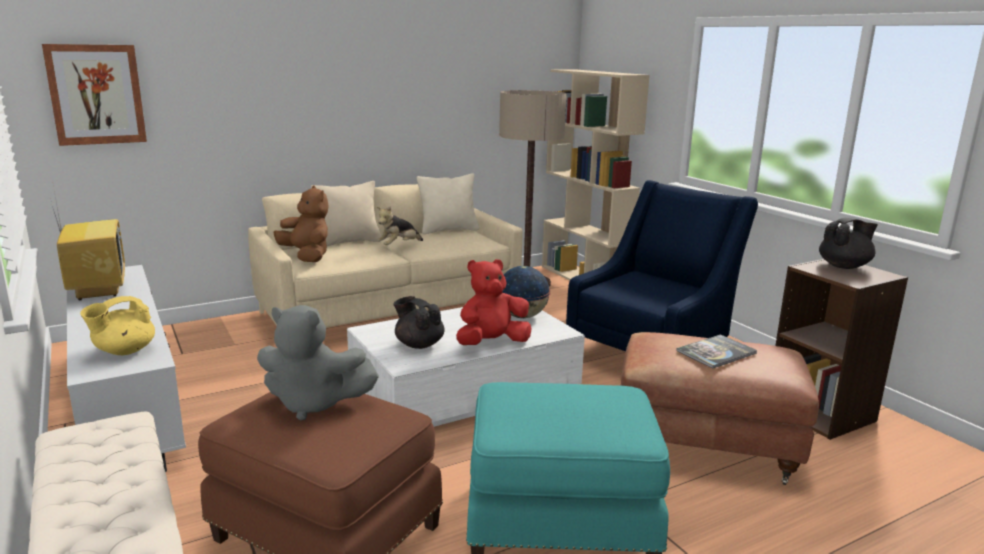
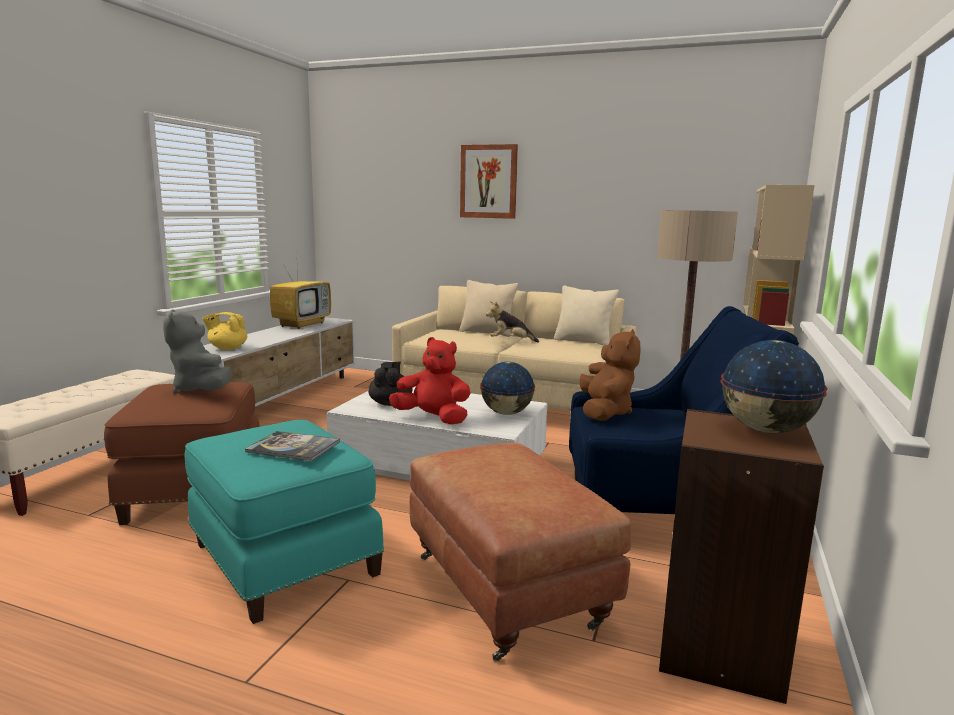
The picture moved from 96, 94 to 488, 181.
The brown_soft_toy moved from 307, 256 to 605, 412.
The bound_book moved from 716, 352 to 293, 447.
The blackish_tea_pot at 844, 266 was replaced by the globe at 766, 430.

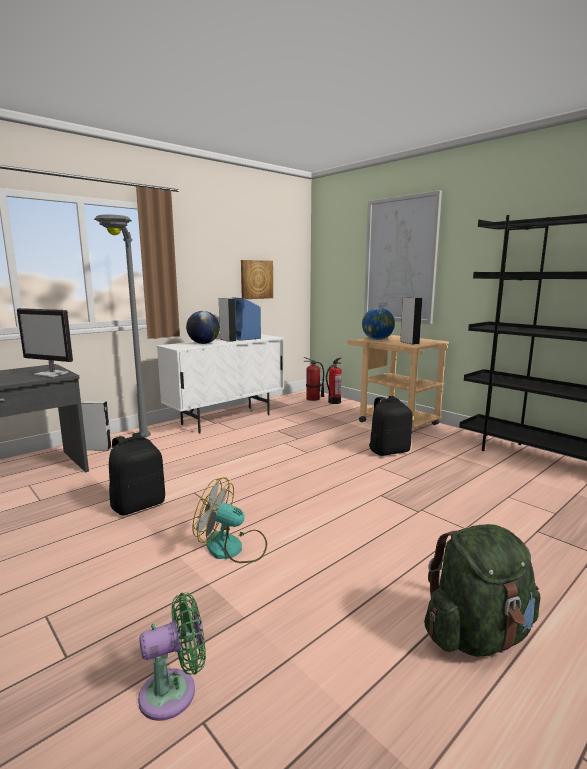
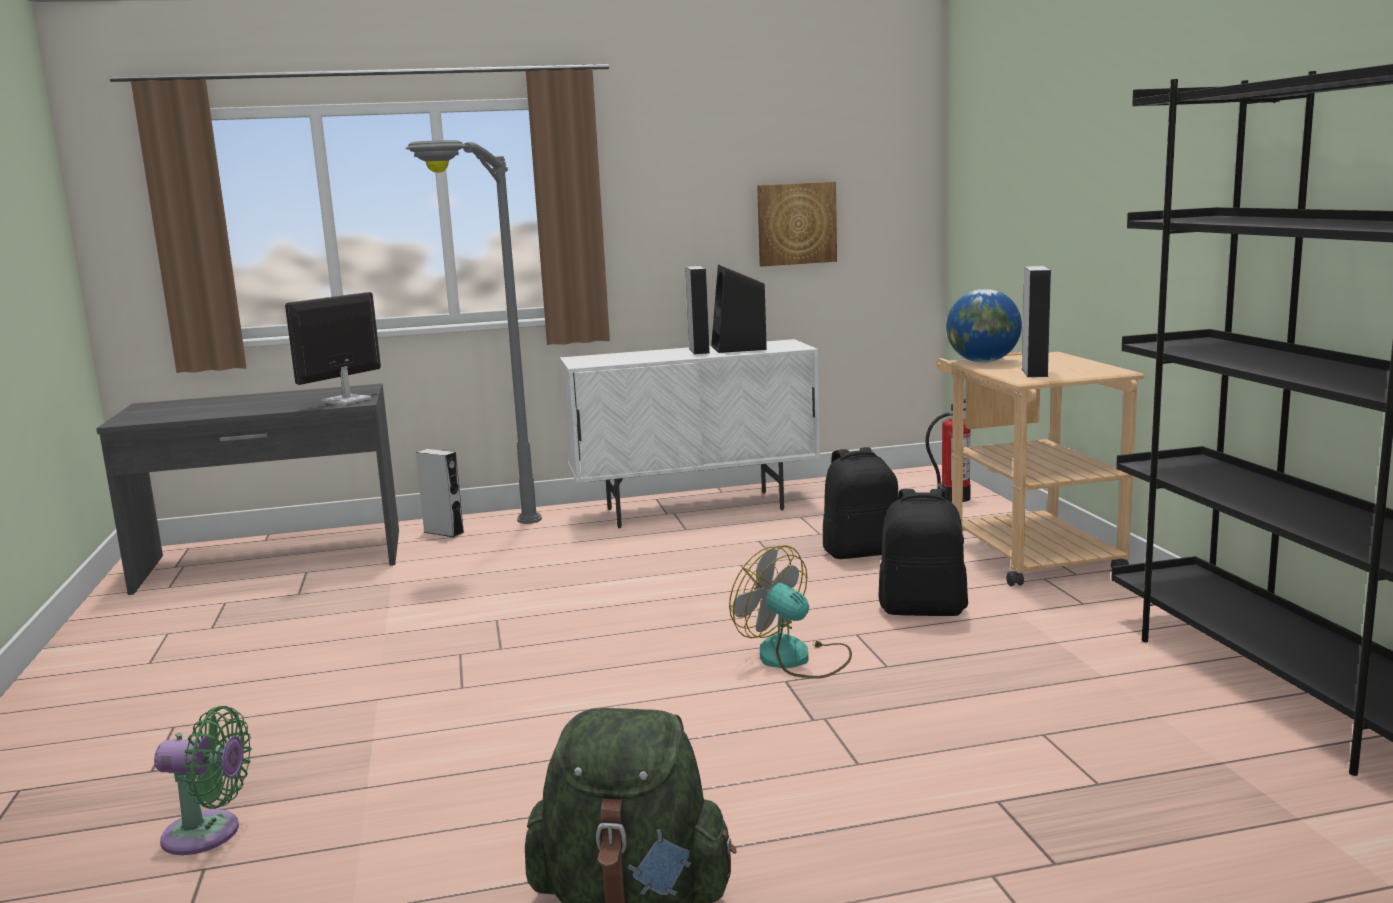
The computer_display at 52, 374 turned 75 degrees clockwise.
The blackish_rucksack moved from 139, 505 to 861, 552.
The globe at 203, 343 disappeared.
The cooling_fan moved from 233, 548 to 796, 658.
The blue_audio_speaker at 245, 338 became the blackish_audio_speaker at 739, 348.
The fire-fighting_cylinder at 313, 399 disappeared.
The picture at 400, 260 disappeared.

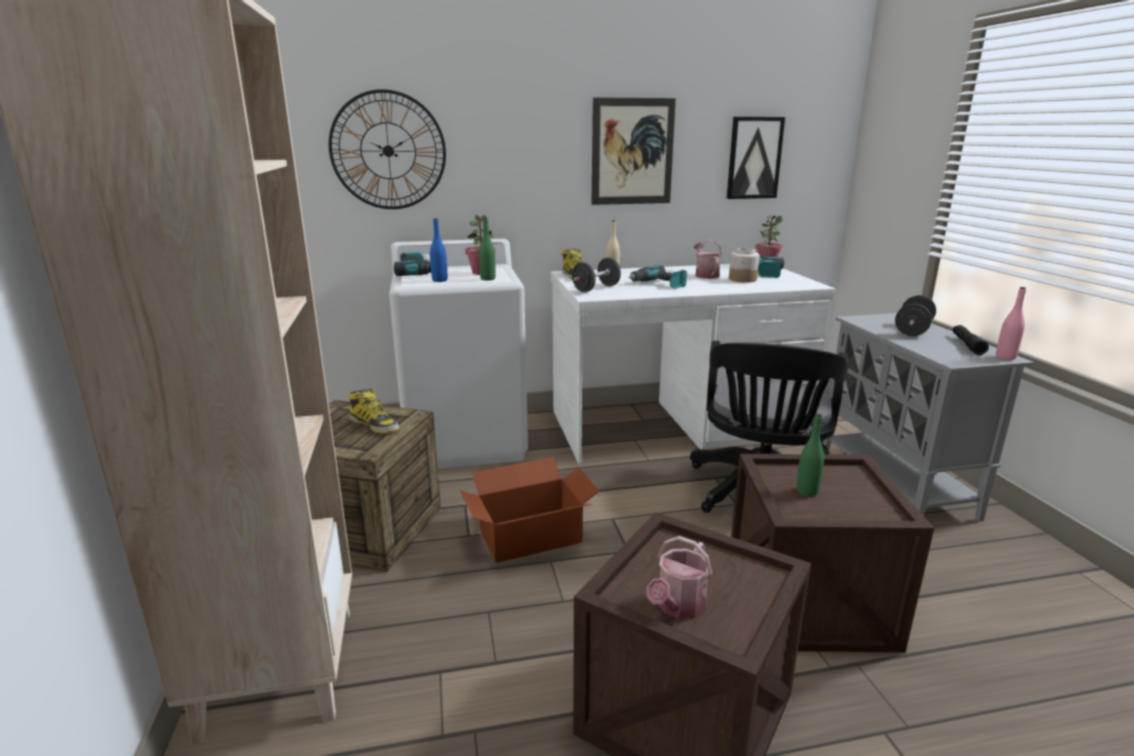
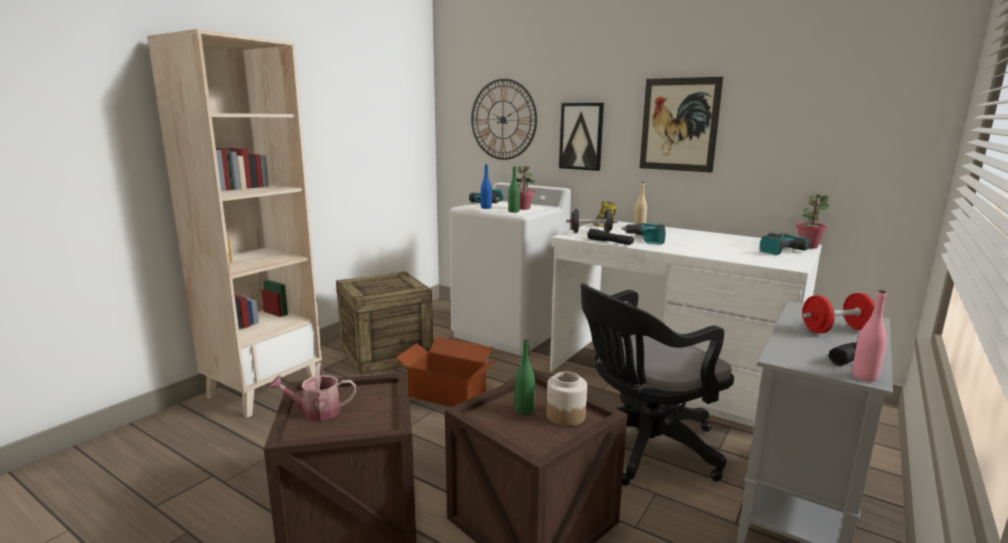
The boot at 374, 425 disappeared.
The watering_can at 705, 275 disappeared.
The picture moved from 754, 158 to 581, 136.
The storage_jar moved from 742, 279 to 565, 415.
The blackish_dumbbell at 913, 330 became the reddish_dumbbell at 835, 330.
The blackish_hand_torch at 610, 242 appeared.

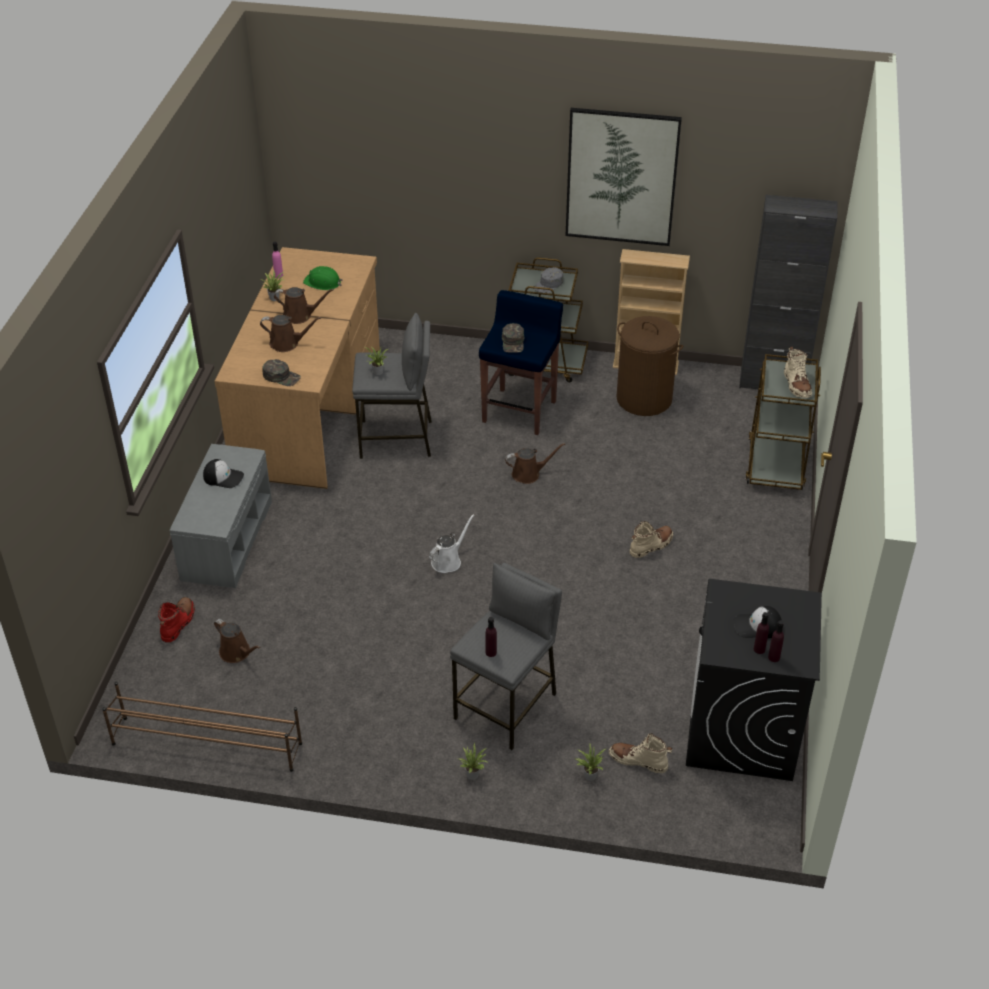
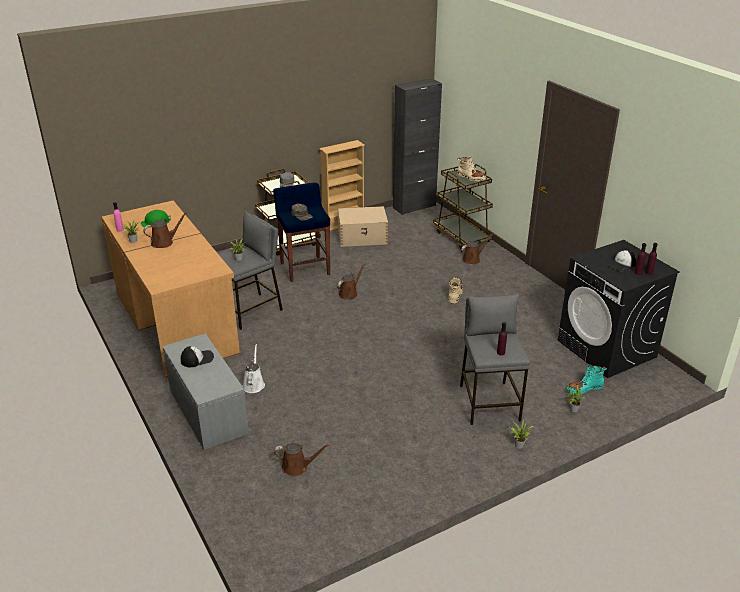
The brown_shoe_shelf at 206, 743 disappeared.
The reddish_boot at 178, 623 disappeared.
The brown_watering_can moved from 287, 343 to 472, 259.
The greenish_baseball_cap at 281, 376 disappeared.
The white_watering_can moved from 448, 561 to 254, 384.
The picture at 621, 177 disappeared.
The beige_boot at 638, 761 became the turquoise-coloured_boot at 584, 389.
The brown_laundry_basket at 644, 399 was replaced by the beige_storage_bin at 363, 237.

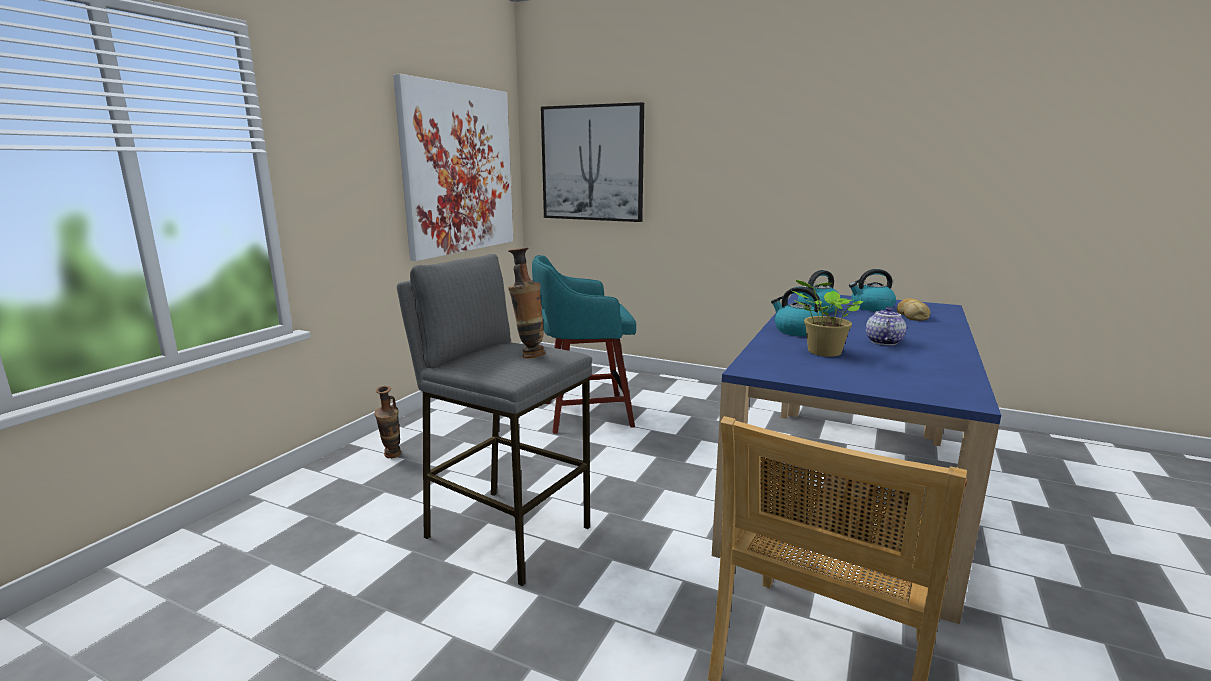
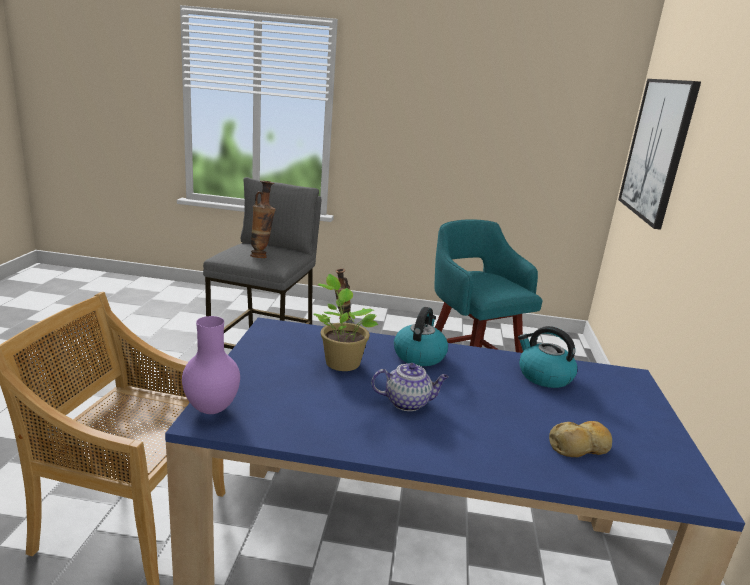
The picture at 459, 170 disappeared.
The tea_kettle at 871, 307 disappeared.
The purple_decorative_vase at 213, 409 appeared.

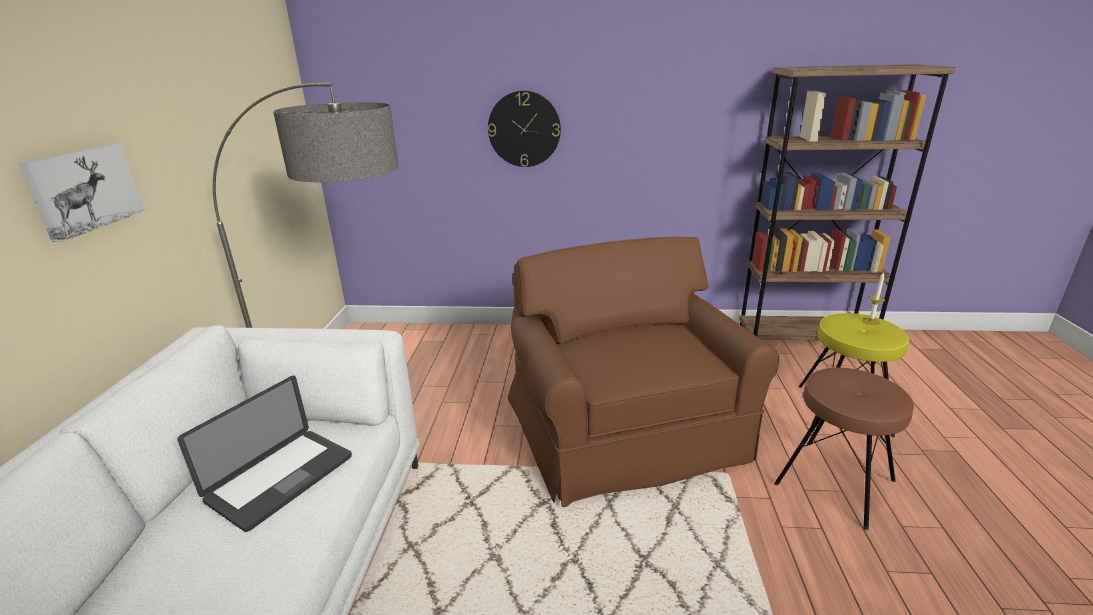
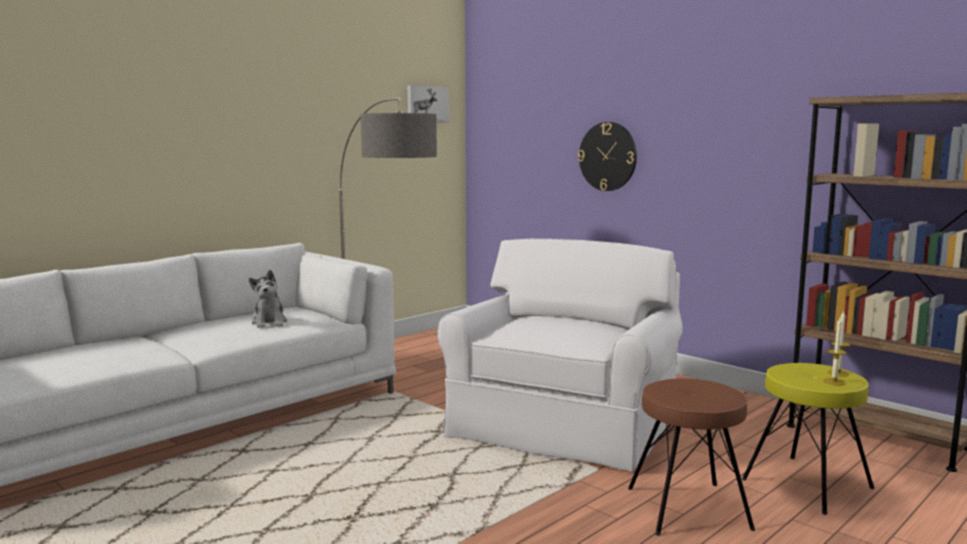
The picture moved from 83, 189 to 427, 104.
The laptop at 281, 479 was replaced by the soft_toy at 269, 322.
The brown_armchair at 624, 428 became the white_armchair at 564, 424.
The wax_candle at 834, 382 appeared.

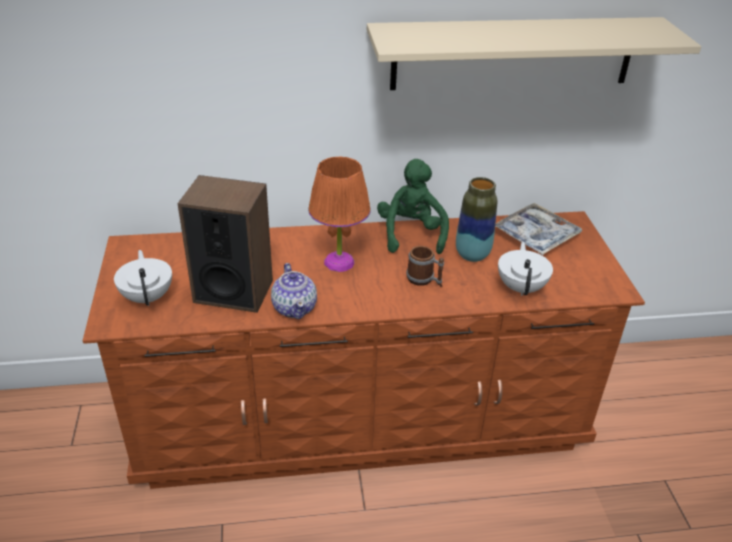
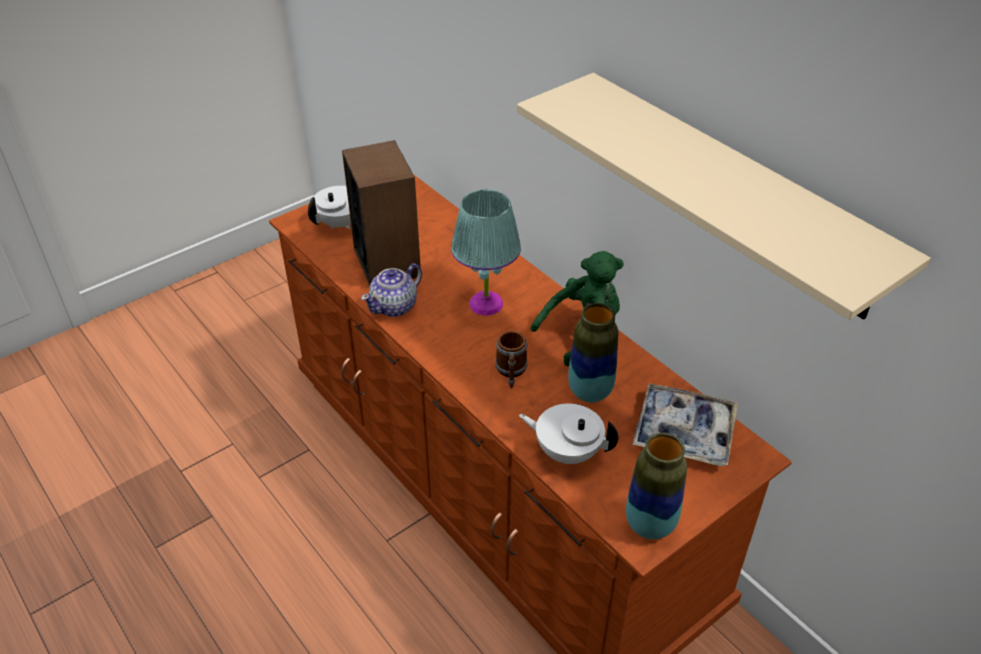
The orange-coloured_lamp_for_a_table at 339, 262 became the turquoise-coloured_lamp_for_a_table at 486, 304.
The white_tea_pot at 521, 287 turned 135 degrees counterclockwise.
The decorative_vase at 650, 524 appeared.

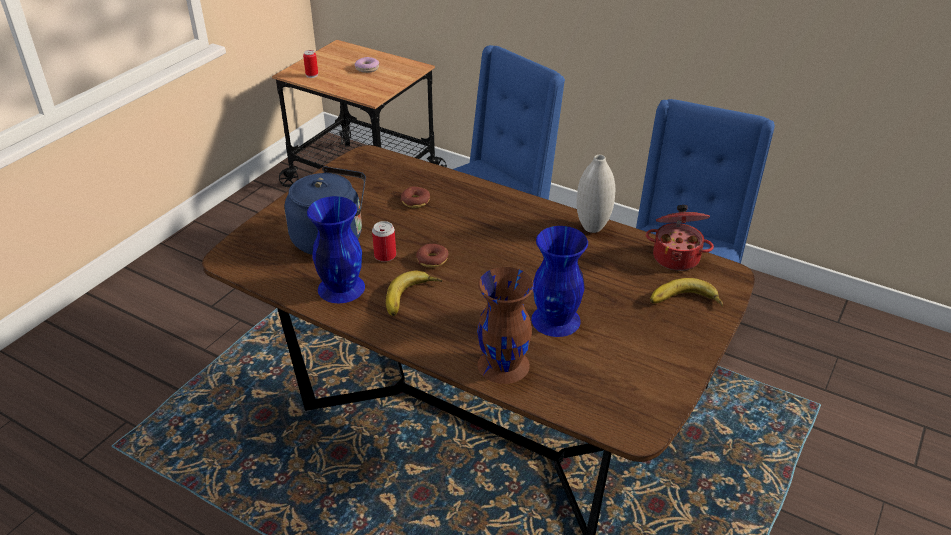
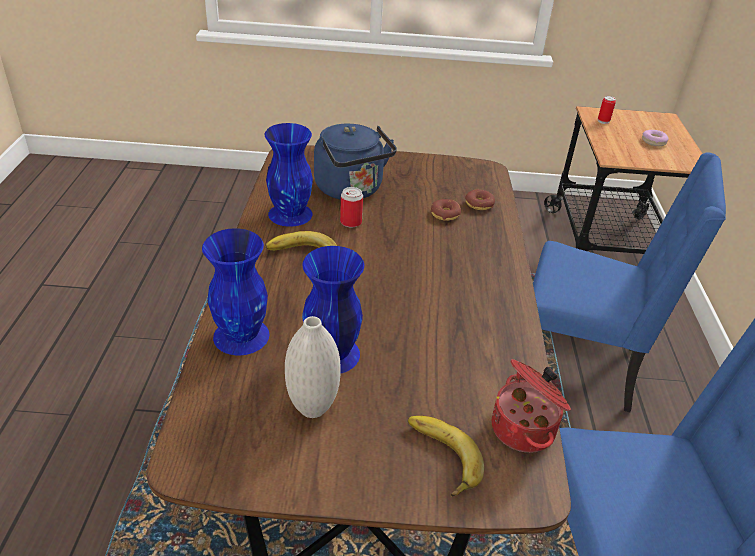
The ring_doughnut moved from 432, 260 to 479, 204.
The brown_decorative_vase at 504, 364 became the blue_decorative_vase at 242, 336.
The white_decorative_vase moved from 592, 227 to 312, 408.

